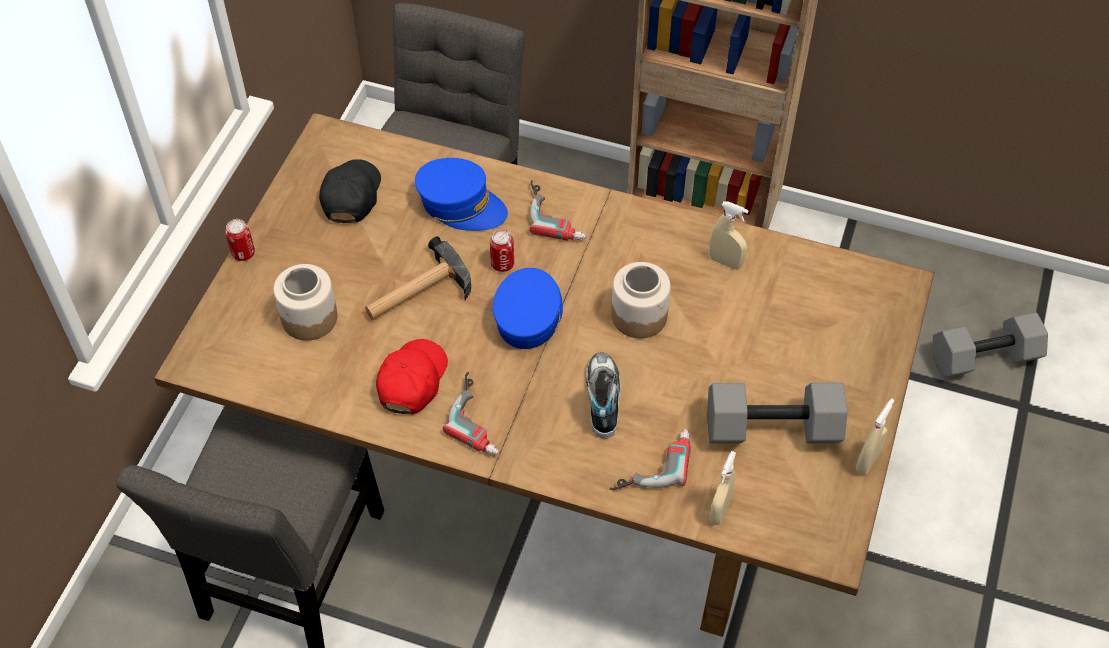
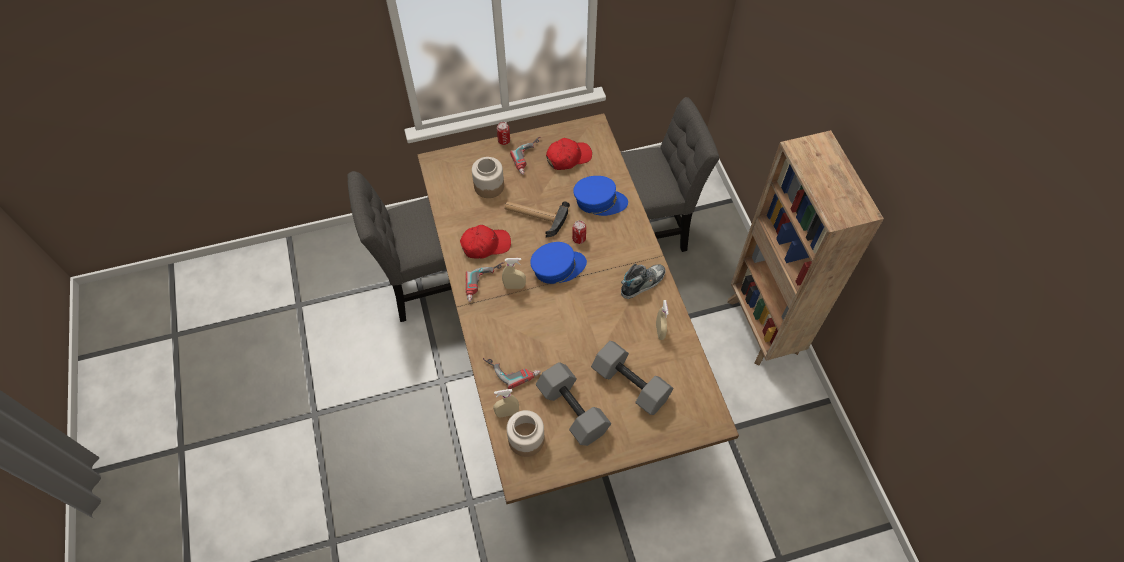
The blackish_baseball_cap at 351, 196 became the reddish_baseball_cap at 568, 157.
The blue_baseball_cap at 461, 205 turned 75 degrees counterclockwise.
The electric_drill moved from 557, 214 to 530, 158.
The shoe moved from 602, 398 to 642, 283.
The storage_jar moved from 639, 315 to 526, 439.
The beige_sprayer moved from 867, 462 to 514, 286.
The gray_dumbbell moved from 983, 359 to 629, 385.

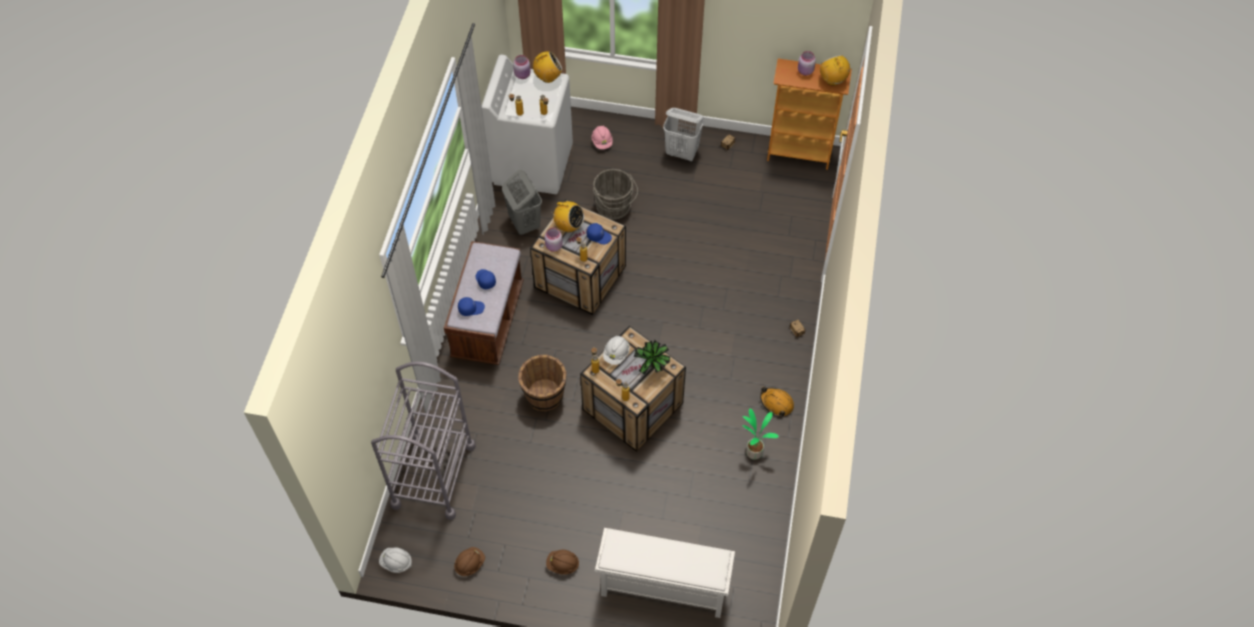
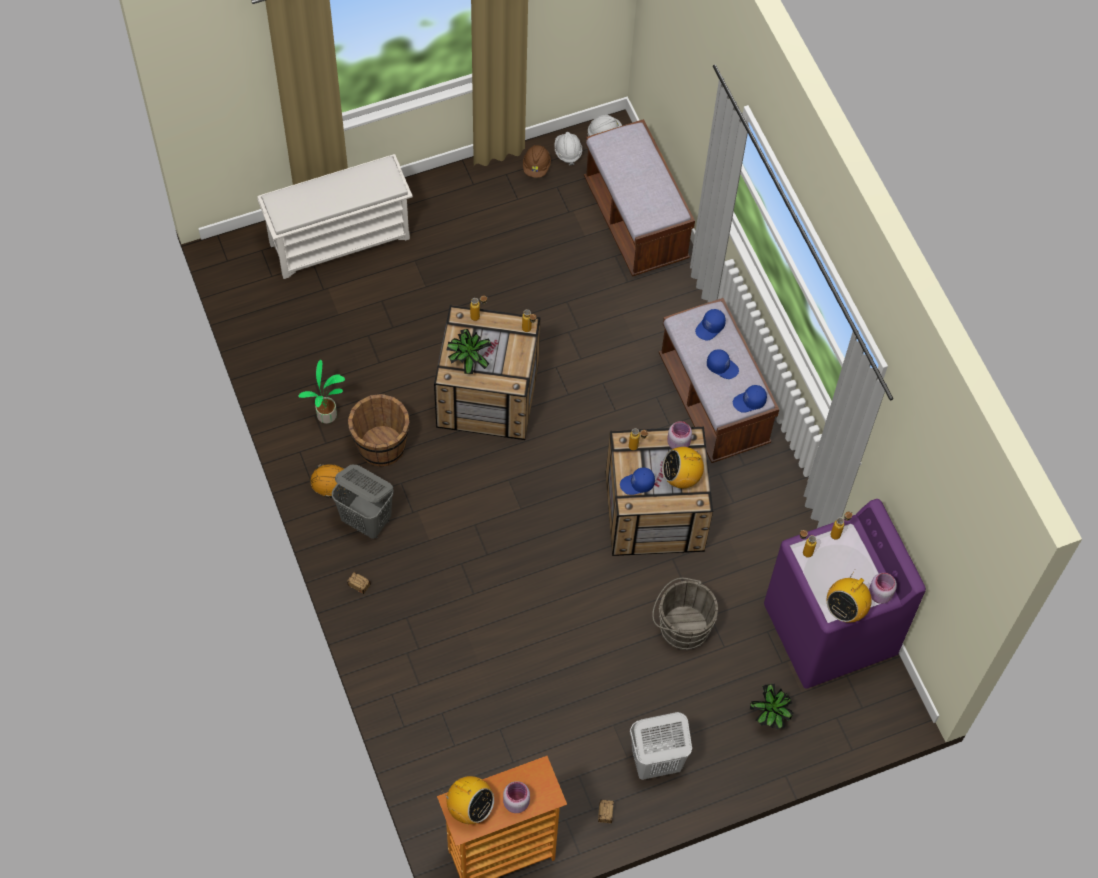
The gray_wheeled_cart at 433, 475 was replaced by the brown_long_seat at 635, 221.
The white_laundry_appliance at 532, 164 became the purple_laundry_appliance at 829, 631.
The gray_laundry_basket moved from 524, 223 to 367, 521.
The brown_water_bucket moved from 544, 396 to 381, 445.
The brown_work_helmet at 562, 565 disappeared.
The pink-coloured_work_helmet at 602, 142 was replaced by the houseplant at 769, 717.
The white_work_helmet moved from 616, 354 to 567, 152.
The blue_baseball_cap at 749, 402 appeared.

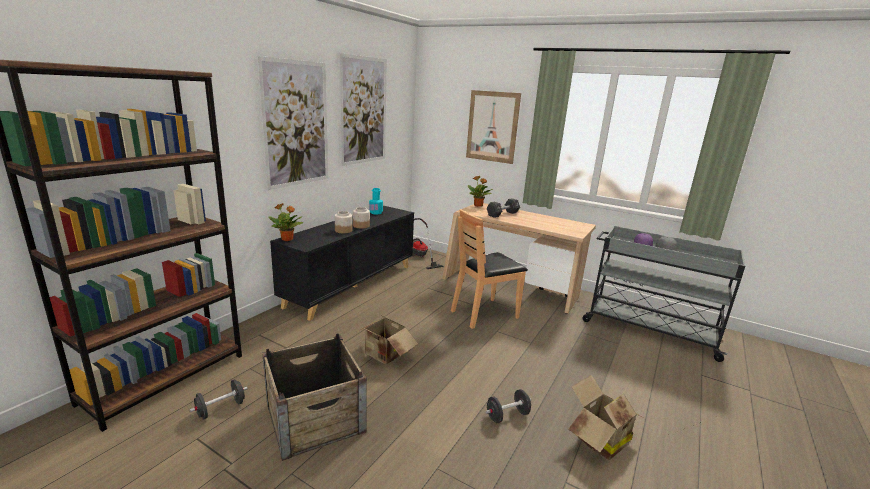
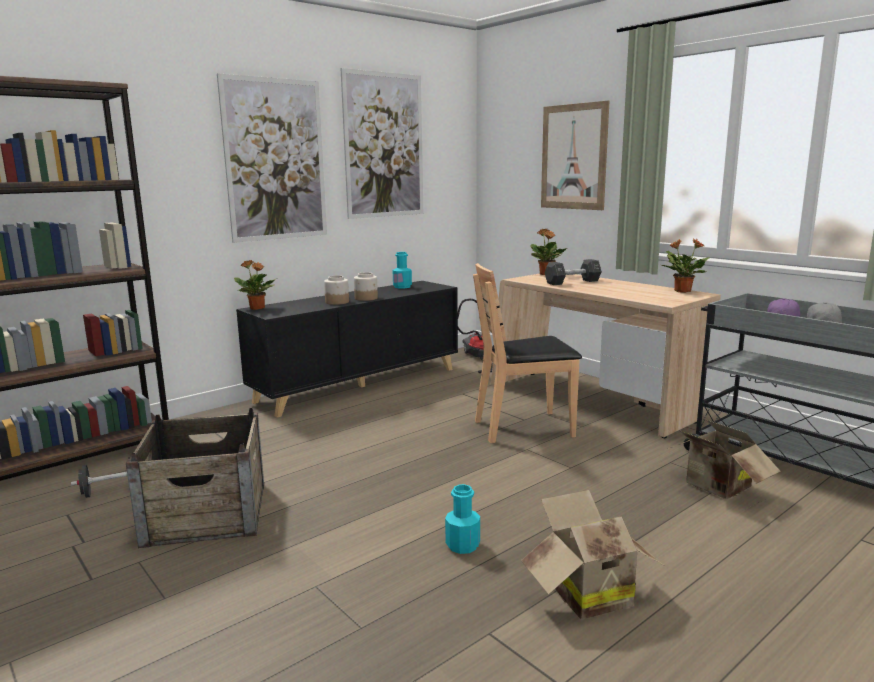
The cardboard_box moved from 383, 356 to 716, 488.
The blackish_dumbbell at 507, 415 was replaced by the turquoise-coloured_bottle at 462, 545.
The houseplant at 682, 291 appeared.

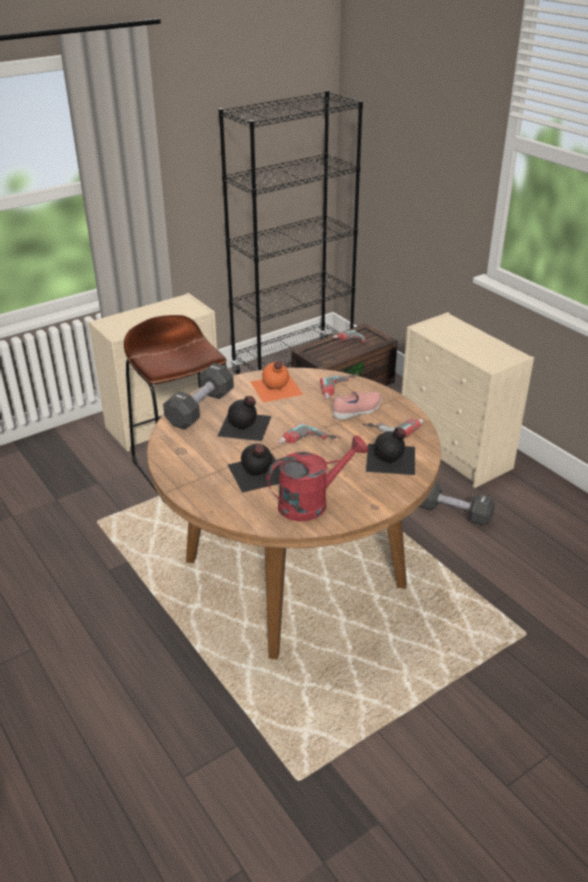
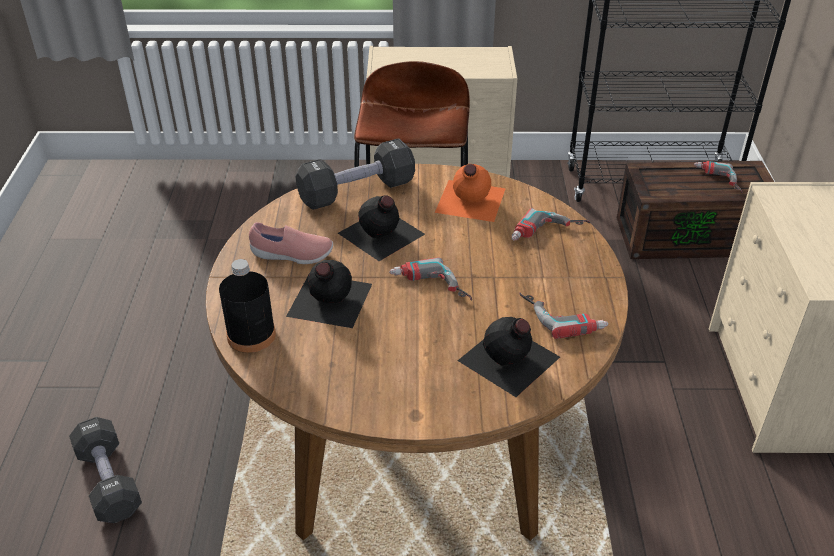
The reddish_watering_can at 311, 502 disappeared.
The pink-coloured_shoe moved from 357, 412 to 292, 255.
The blackish_dumbbell moved from 453, 513 to 109, 481.
The blackish_bottle at 251, 335 appeared.

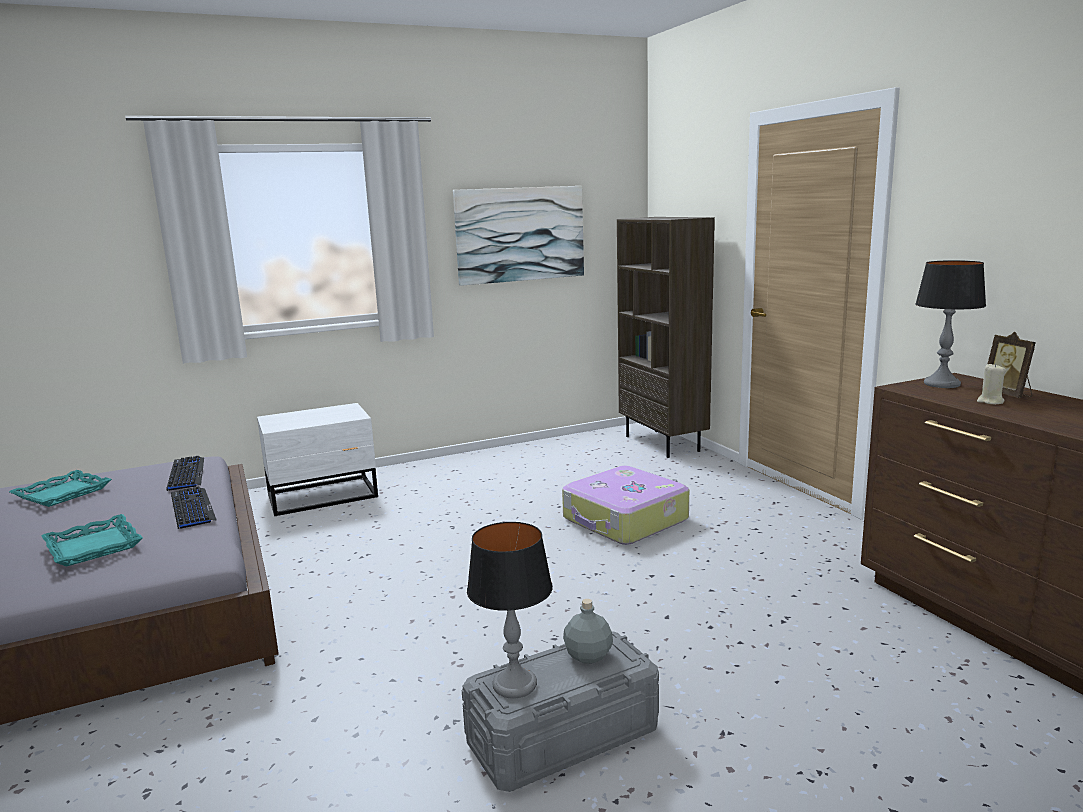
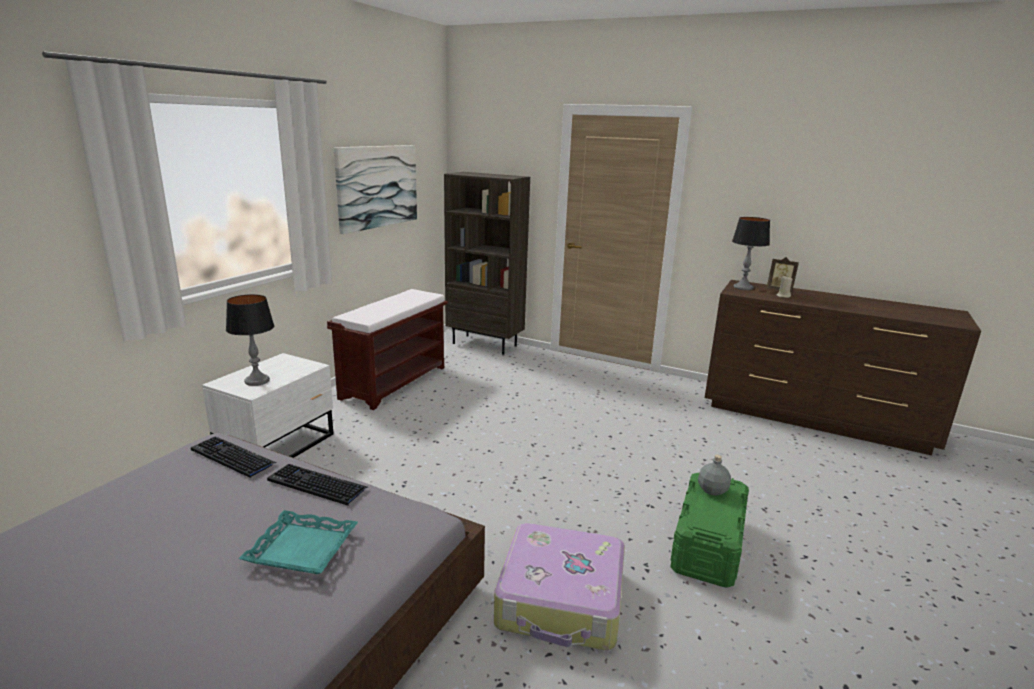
The turquoise-coloured_tray at 63, 494 disappeared.
The gray_storage_bin at 564, 737 became the greenish_storage_bin at 708, 545.
The lamp_for_a_table moved from 515, 685 to 257, 381.
The piece_of_luggage moved from 624, 520 to 561, 600.
The brown_long_seat at 394, 382 appeared.

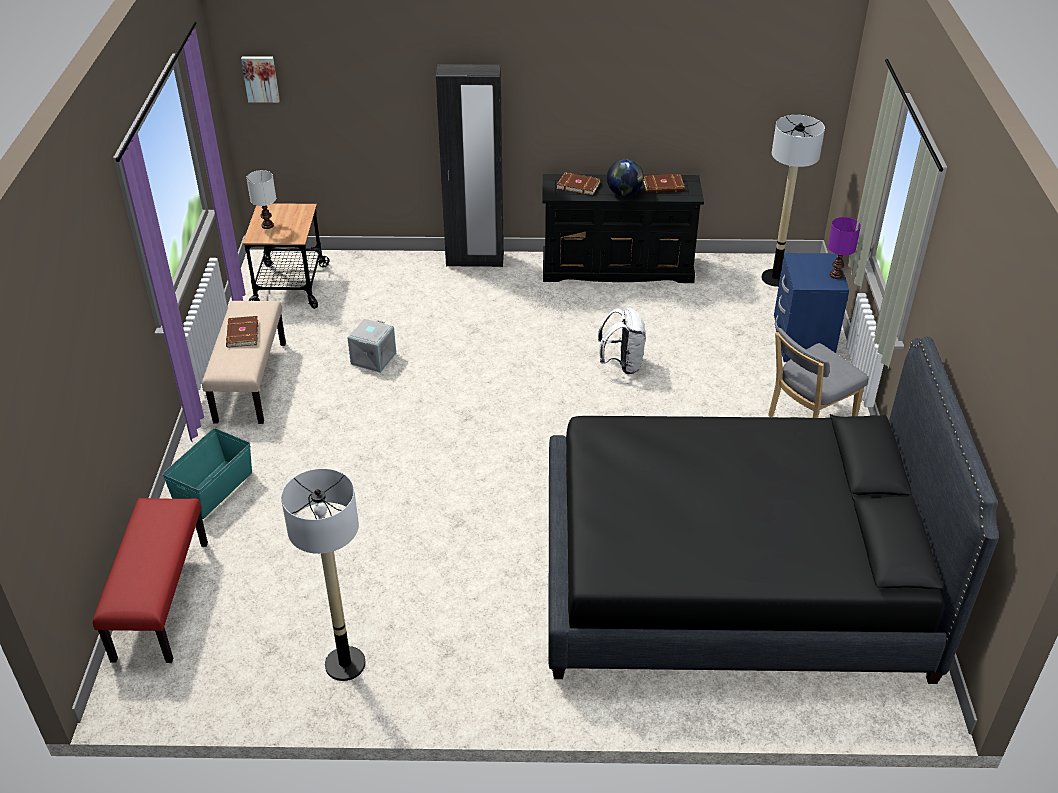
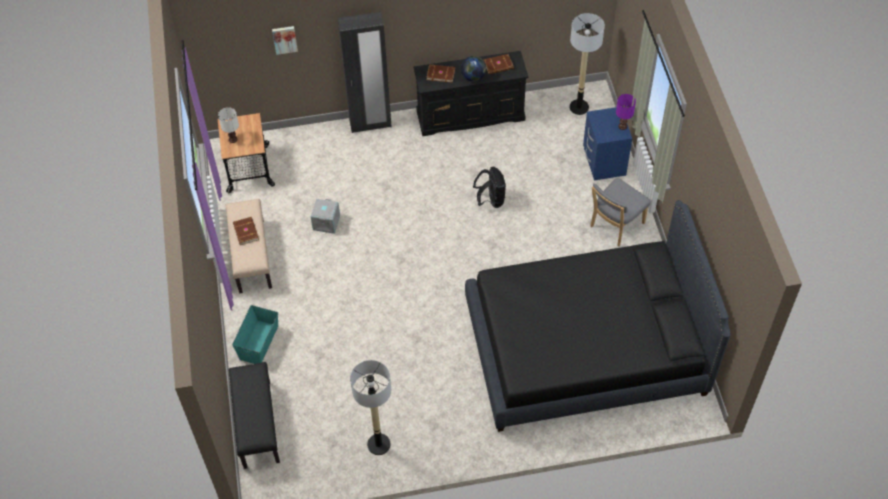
The reddish_long_seat at 160, 599 became the blackish_long_seat at 256, 424.
The picture moved from 261, 78 to 284, 39.
The white_rucksack at 622, 364 became the blackish_rucksack at 491, 200.

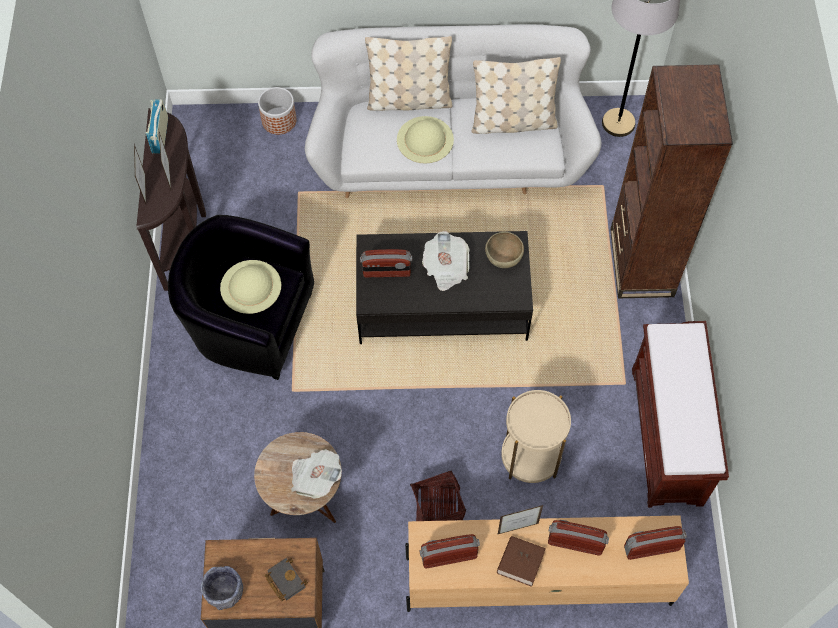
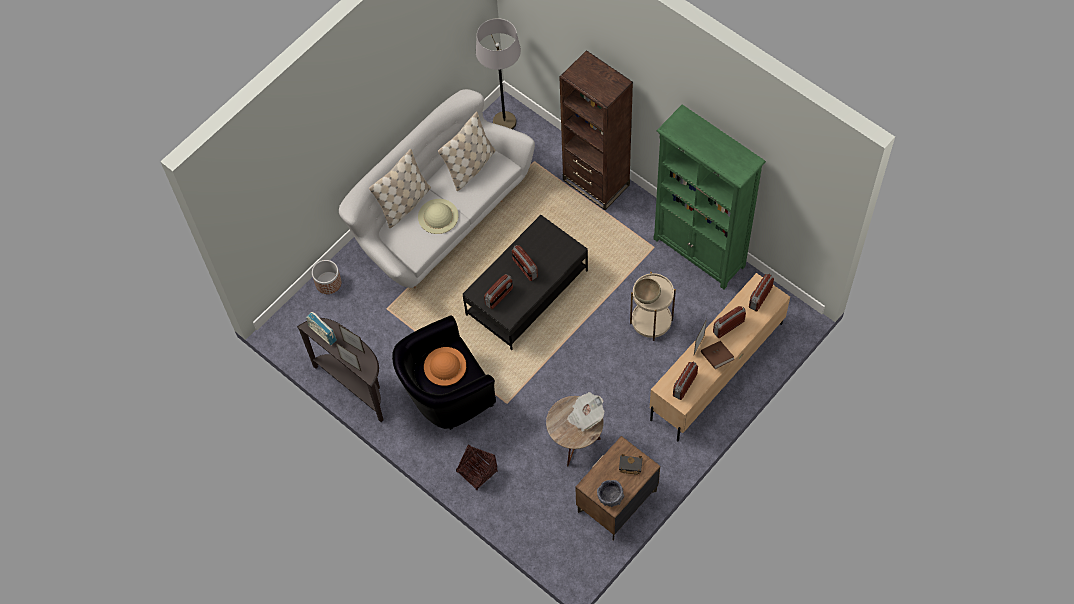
The beige_hat at 250, 286 became the orange-coloured_hat at 445, 366.
The household_basket moved from 437, 509 to 477, 472.
The daily_paper at 446, 268 was replaced by the radio_receiver at 525, 268.
The brown_serving_bowl moved from 503, 259 to 646, 297.
The brown_long_seat at 667, 437 was replaced by the greenish_shelving_unit at 699, 253.

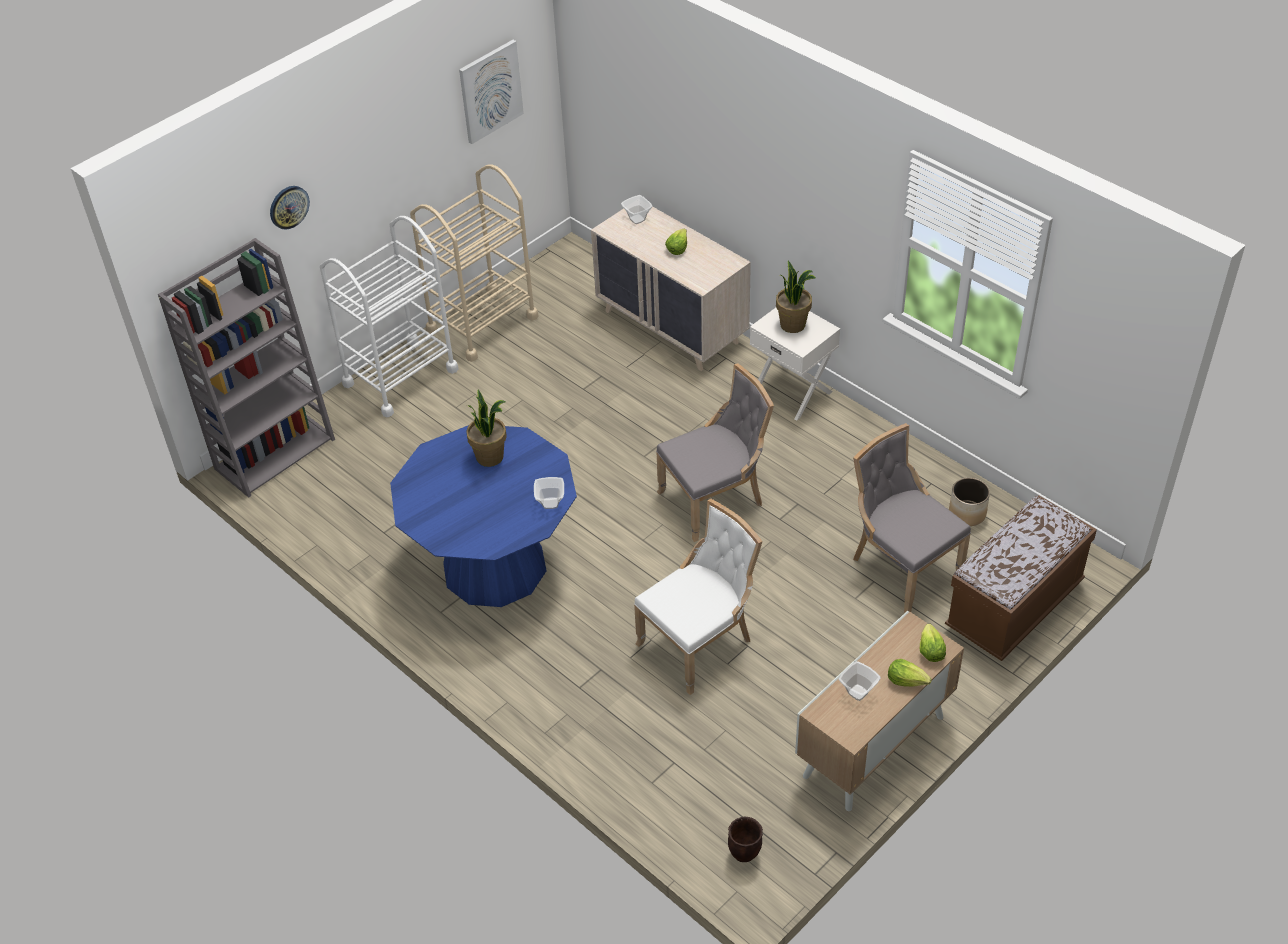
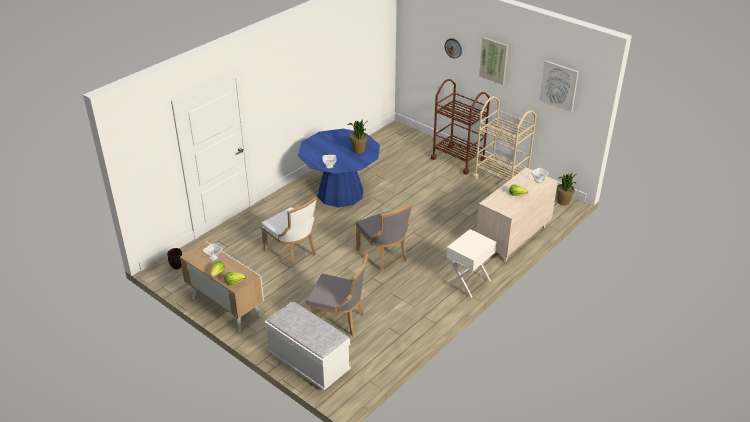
The gray_shelving_unit at 275, 453 disappeared.
The white_wheeled_cart at 400, 377 became the brown_wheeled_cart at 458, 159.
The houseplant moved from 793, 324 to 563, 202.
The gray_upright_chair at 901, 566 turned 60 degrees clockwise.
The brown_long_seat at 1014, 607 became the white_long_seat at 308, 363.
The flower_pot at 967, 513 disappeared.
The picture at 494, 60 appeared.

